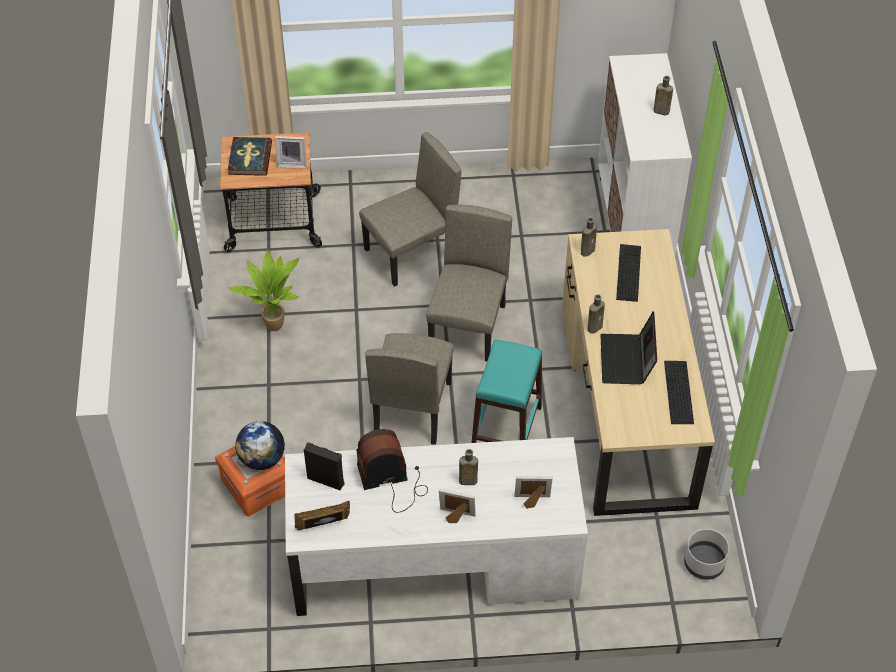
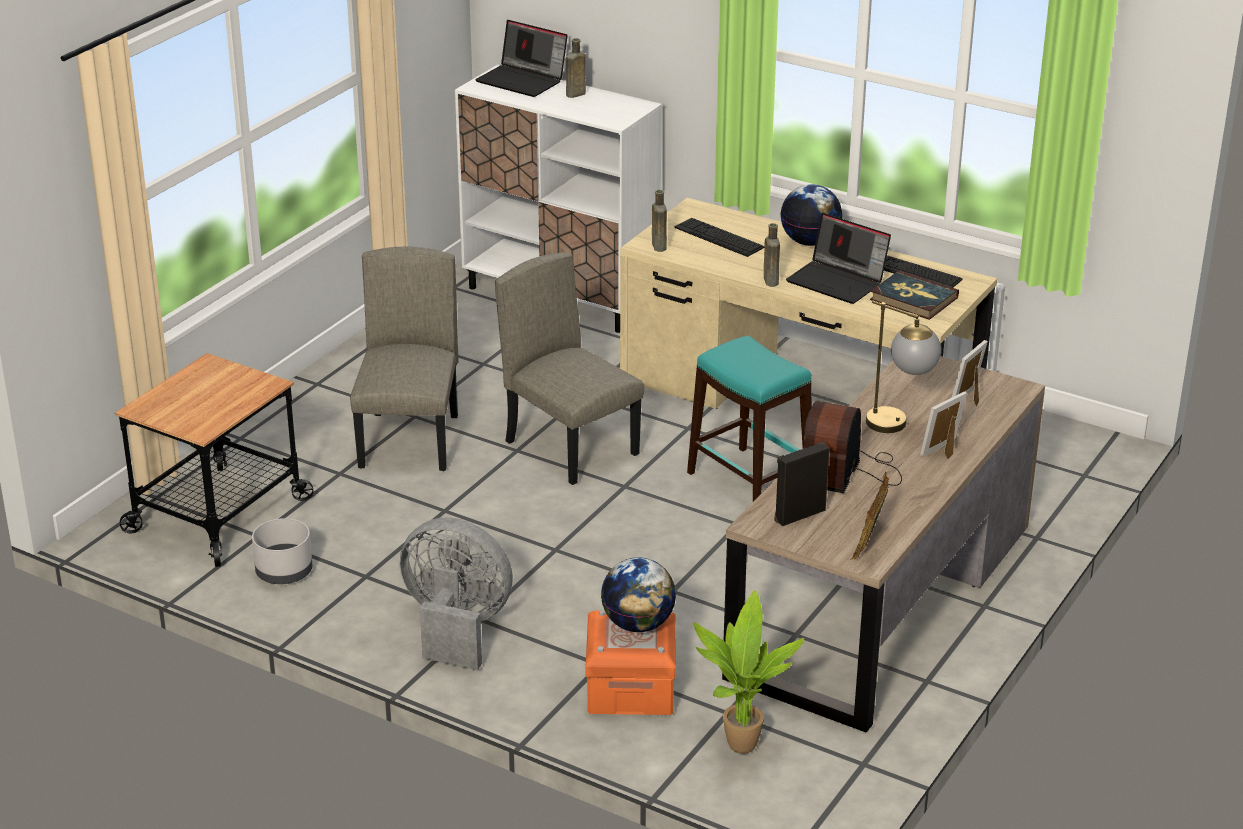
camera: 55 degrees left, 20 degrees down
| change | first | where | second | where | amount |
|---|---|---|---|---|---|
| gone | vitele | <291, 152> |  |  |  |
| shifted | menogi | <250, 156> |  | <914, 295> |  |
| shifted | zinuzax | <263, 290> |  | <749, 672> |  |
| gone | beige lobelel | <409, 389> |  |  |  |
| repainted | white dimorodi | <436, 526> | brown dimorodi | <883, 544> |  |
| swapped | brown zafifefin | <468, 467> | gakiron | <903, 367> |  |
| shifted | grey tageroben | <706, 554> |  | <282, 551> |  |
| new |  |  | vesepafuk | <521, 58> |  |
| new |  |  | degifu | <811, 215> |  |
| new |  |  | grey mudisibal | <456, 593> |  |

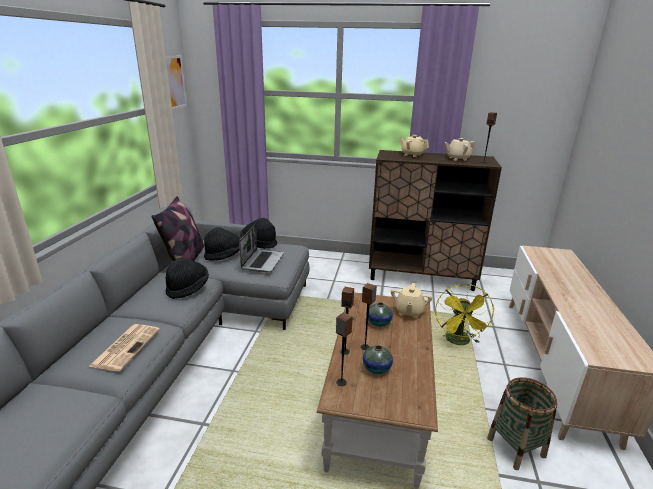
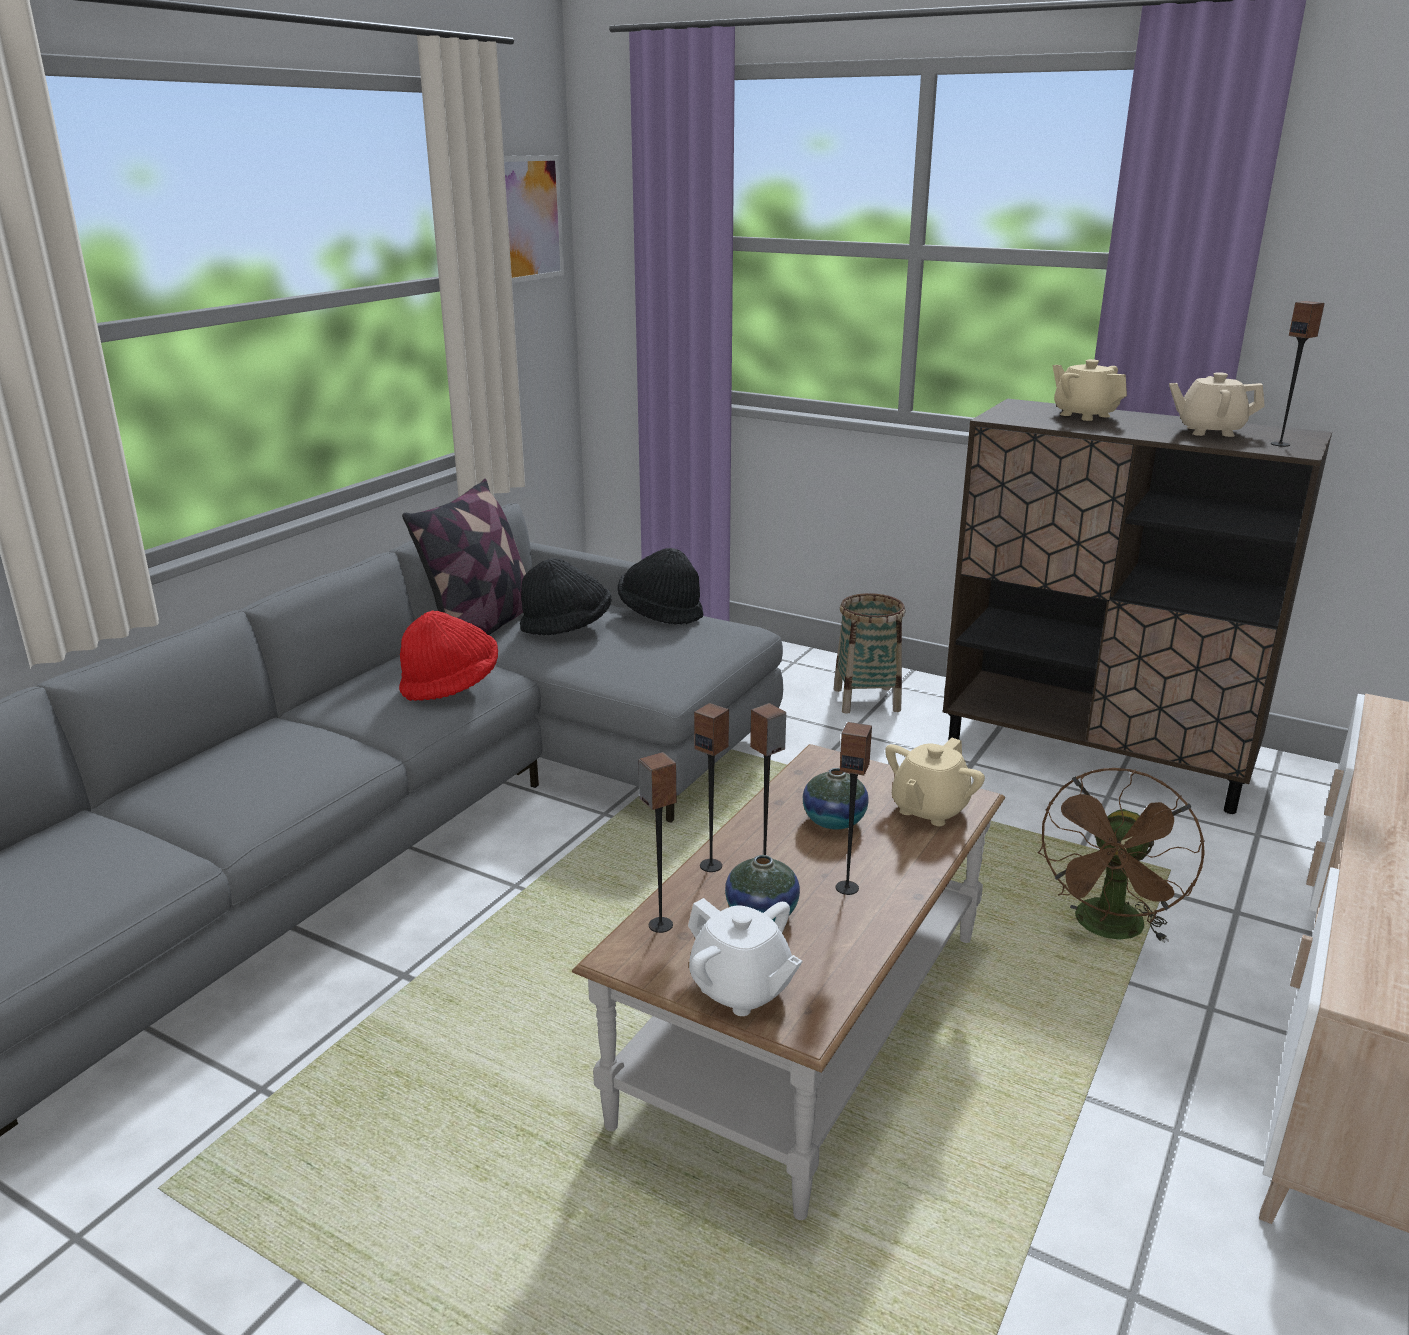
camera: 20 degrees right, 0 degrees up
| change | first | where | second | where | amount |
|---|---|---|---|---|---|
| gone | vesepafuk | <261, 248> |  |  |  |
| repainted | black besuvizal | <187, 278> | red besuvizal | <448, 655> |  |
| repainted | yellow mudisibal | <465, 314> | brown mudisibal | <1121, 855> |  |
| gone | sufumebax | <124, 347> |  |  |  |
| shifted | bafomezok | <522, 423> |  | <869, 653> |  |
| new |  |  | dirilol | <854, 808> |  |
| new |  |  | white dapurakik | <745, 957> |  |

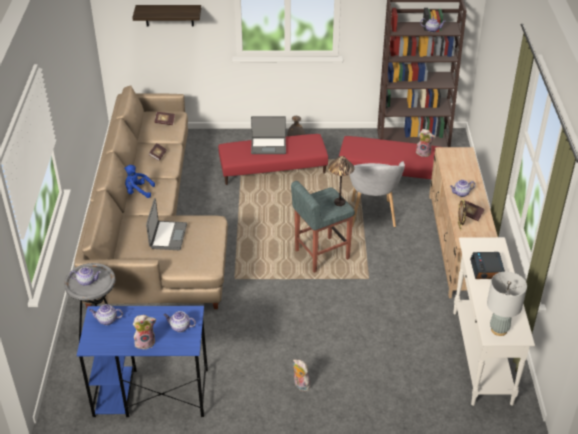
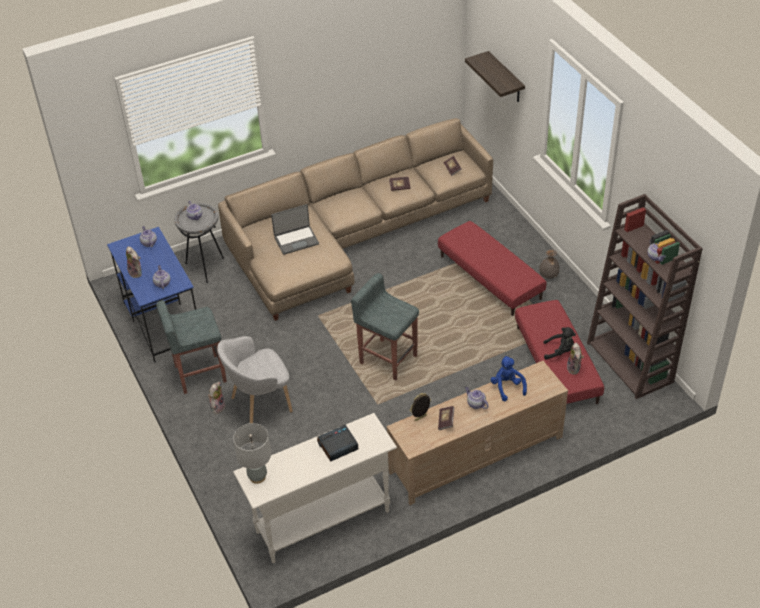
camera: 65 degrees right, 5 degrees up
| change | first | where | second | where | amount |
|---|---|---|---|---|---|
| gone | vesepafuk | <268, 135> |  |  |  |
| gone | gakiron | <341, 181> |  |  |  |
| shifted | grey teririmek | <377, 194> |  | <255, 379> |  |
| shifted | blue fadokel | <139, 181> |  | <508, 378> |  |
| new |  |  | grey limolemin | <191, 347> |  |
| new |  |  | black fadokel | <559, 343> |  |

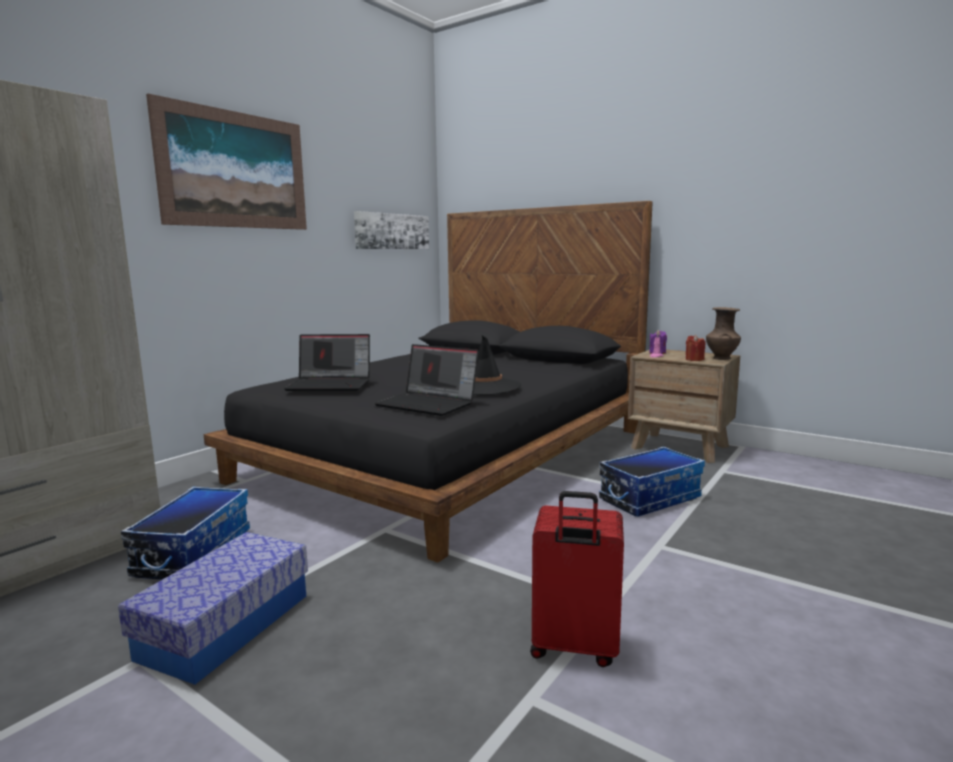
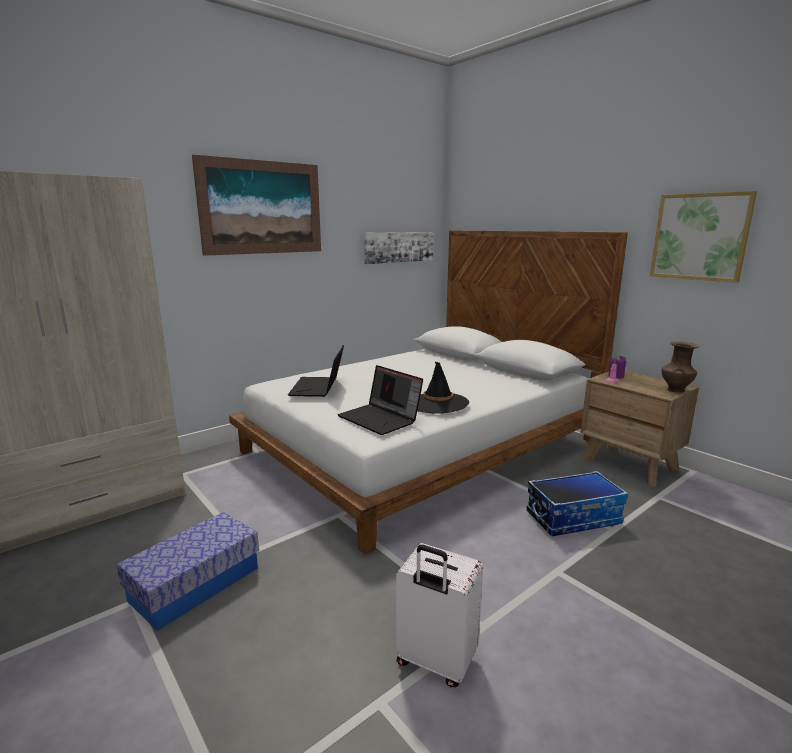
camera: 15 degrees right, 5 degrees up
| change | first | where | second | where | amount |
|---|---|---|---|---|---|
| repainted | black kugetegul | <428, 382> | white kugetegul | <428, 392> |  |
| rotated | vesepafuk | <327, 362> |  | <316, 371> | 75 degrees clockwise |
| gone | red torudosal | <695, 348> |  |  |  |
| gone | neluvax | <185, 533> |  |  |  |
| repainted | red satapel | <577, 579> | white satapel | <439, 615> |  |
| new |  |  | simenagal | <703, 237> |  |

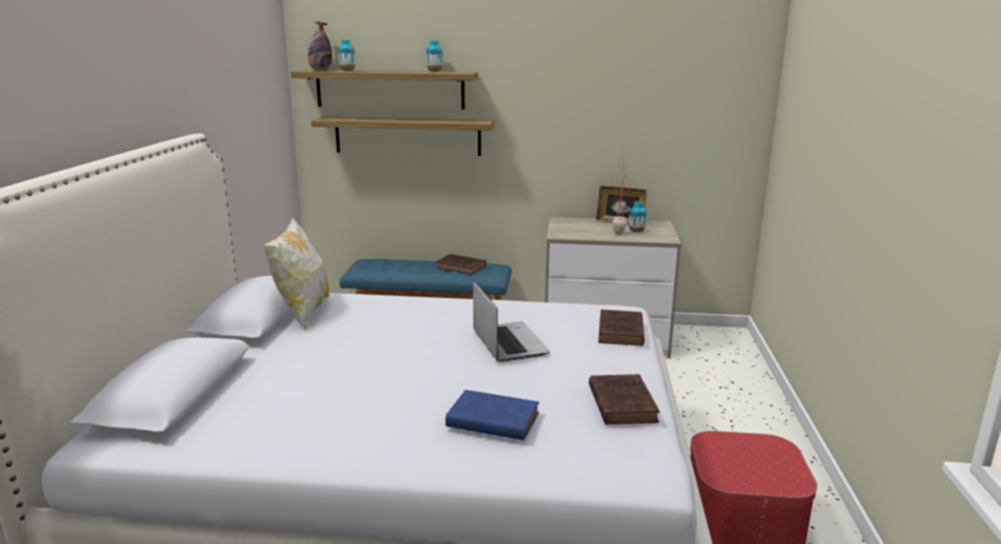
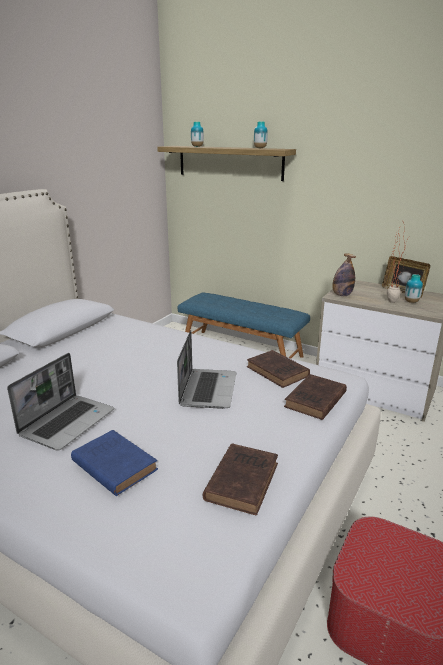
camera: 25 degrees right, 5 degrees up
| change | first | where | second | where | amount |
|---|---|---|---|---|---|
| shifted | zafifefin | <320, 46> |  | <344, 274> |  |
| gone | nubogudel | <402, 136> |  |  |  |
| gone | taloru | <296, 274> |  |  |  |
| shifted | brown menogi | <461, 264> |  | <278, 369> |  |
| new |  |  | vesepafuk | <60, 402> |  |

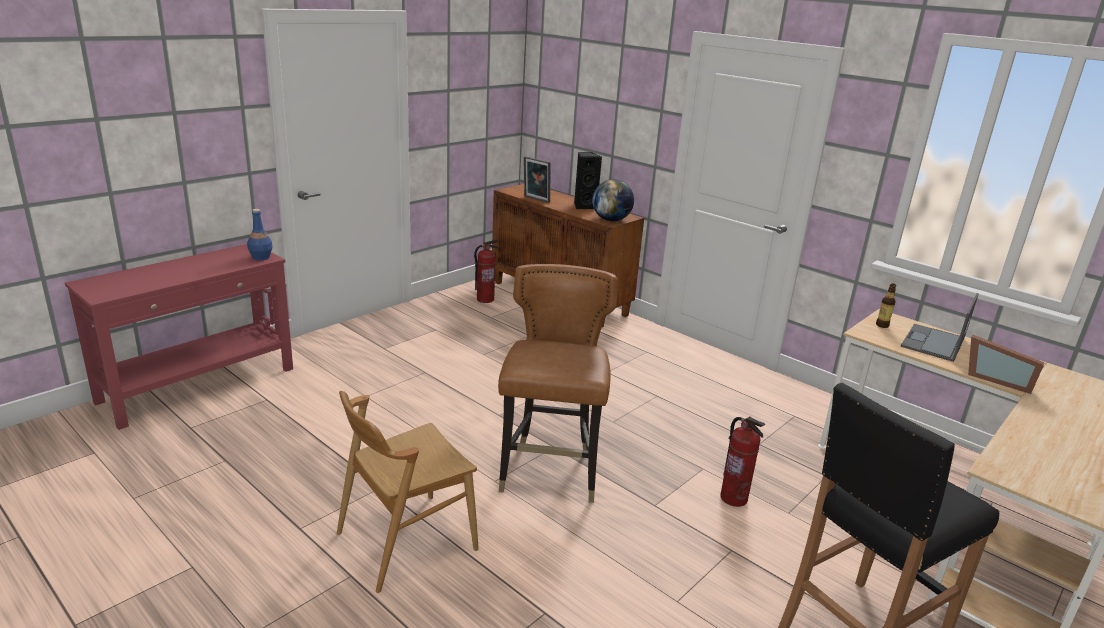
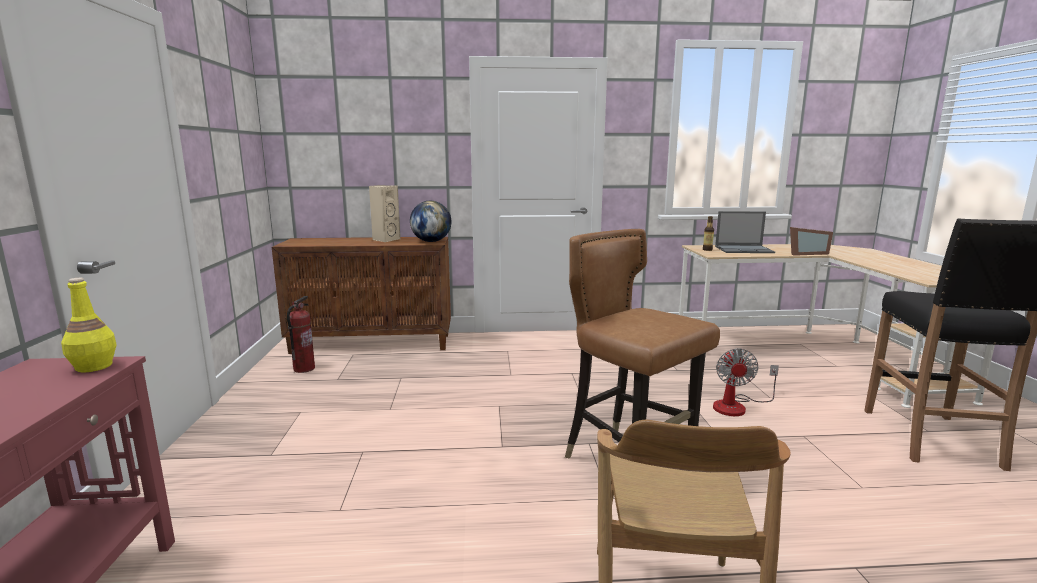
camera: 45 degrees left, 10 degrees down
| change | first | where | second | where | amount |
|---|---|---|---|---|---|
| repainted | black dirilol | <588, 180> | beige dirilol | <385, 213> |  |
| gone | vitele | <537, 179> |  |  |  |
| repainted | blue zafifefin | <260, 234> | yellow zafifefin | <88, 325> |  |
| rotated | vesepafuk | <940, 327> |  | <745, 232> | 75 degrees counterclockwise |
| swapped | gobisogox | <742, 461> | mudisibal | <746, 382> |  |

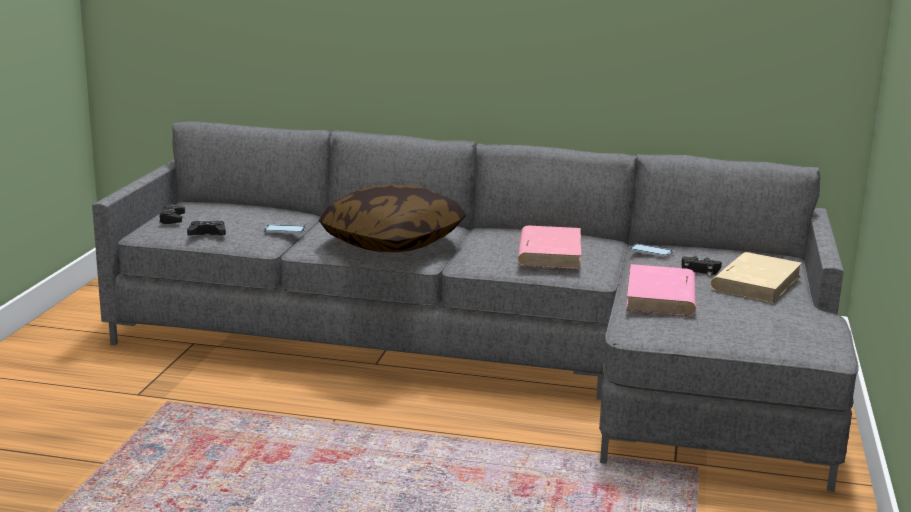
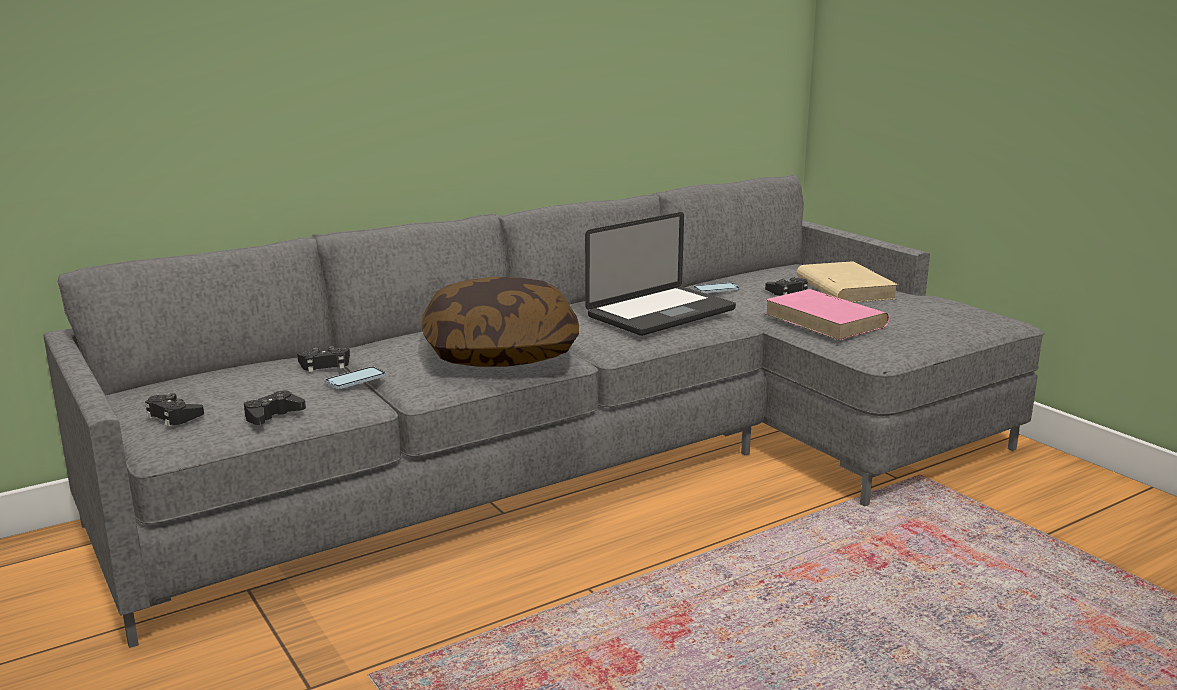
camera: 45 degrees left, 0 degrees up
| change | first | where | second | where | amount |
|---|---|---|---|---|---|
| swapped | pink menogi | <549, 247> | vesepafuk | <660, 274> |  |
| new |  |  | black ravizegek | <323, 359> |  |

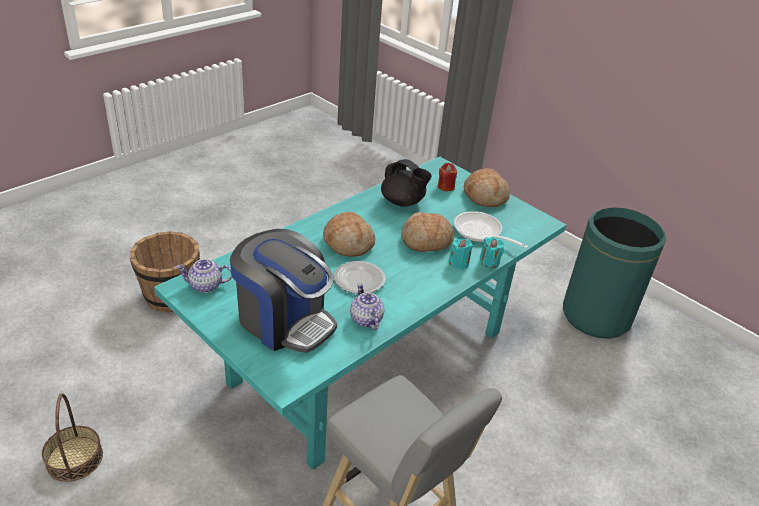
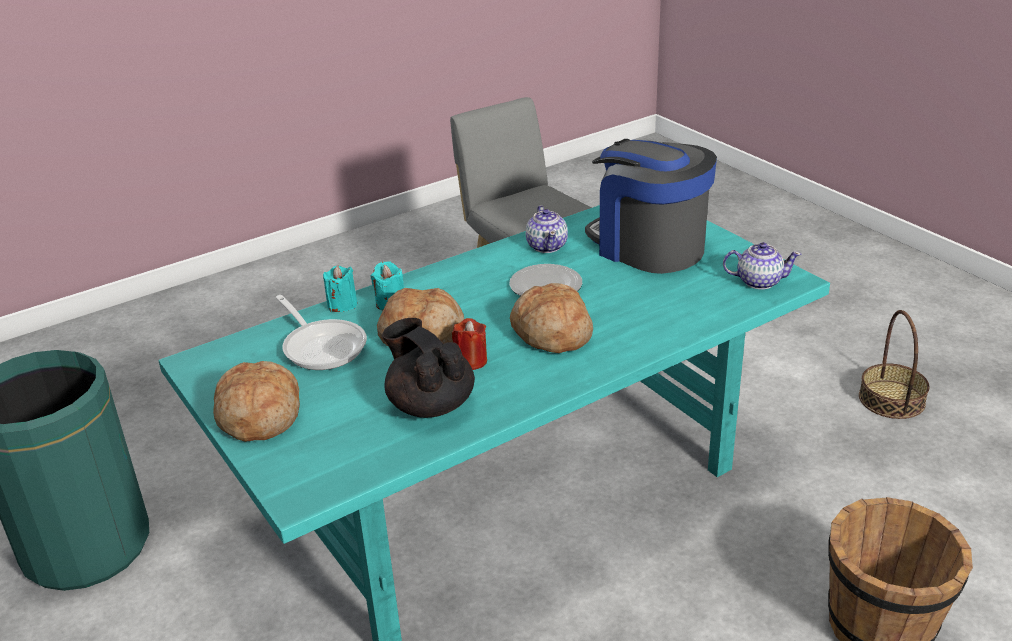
camera: 165 degrees left, 5 degrees down
| change | first | where | second | where | amount |
|---|---|---|---|---|---|
| shifted | red torudosal | <447, 177> |  | <469, 344> |  |

